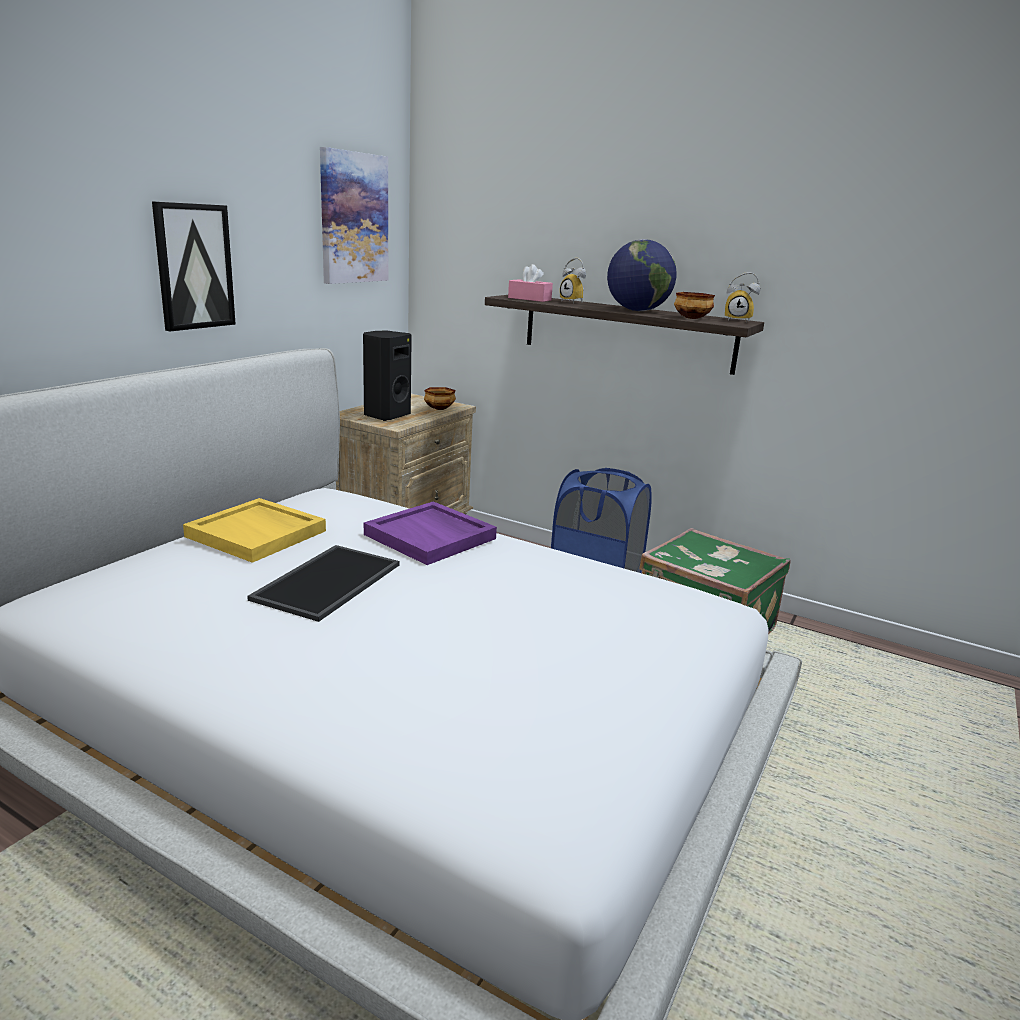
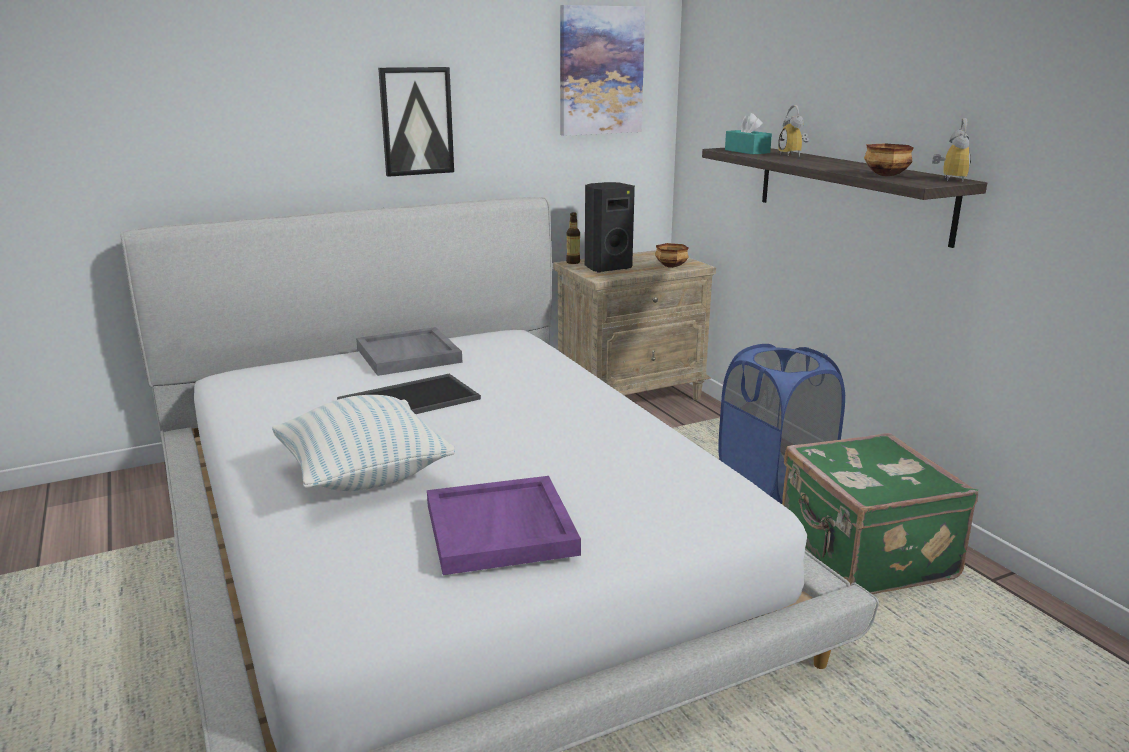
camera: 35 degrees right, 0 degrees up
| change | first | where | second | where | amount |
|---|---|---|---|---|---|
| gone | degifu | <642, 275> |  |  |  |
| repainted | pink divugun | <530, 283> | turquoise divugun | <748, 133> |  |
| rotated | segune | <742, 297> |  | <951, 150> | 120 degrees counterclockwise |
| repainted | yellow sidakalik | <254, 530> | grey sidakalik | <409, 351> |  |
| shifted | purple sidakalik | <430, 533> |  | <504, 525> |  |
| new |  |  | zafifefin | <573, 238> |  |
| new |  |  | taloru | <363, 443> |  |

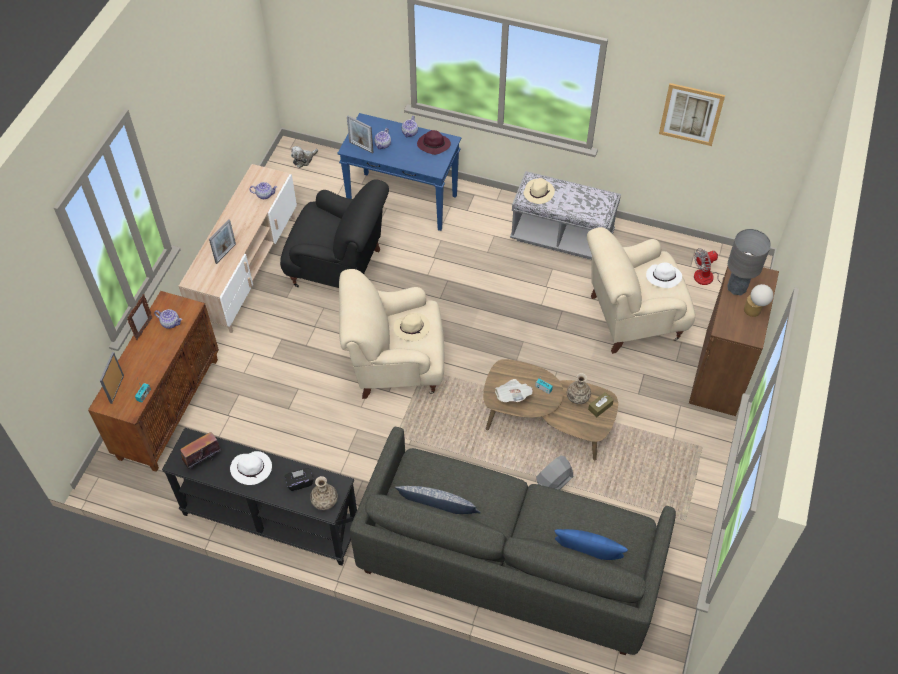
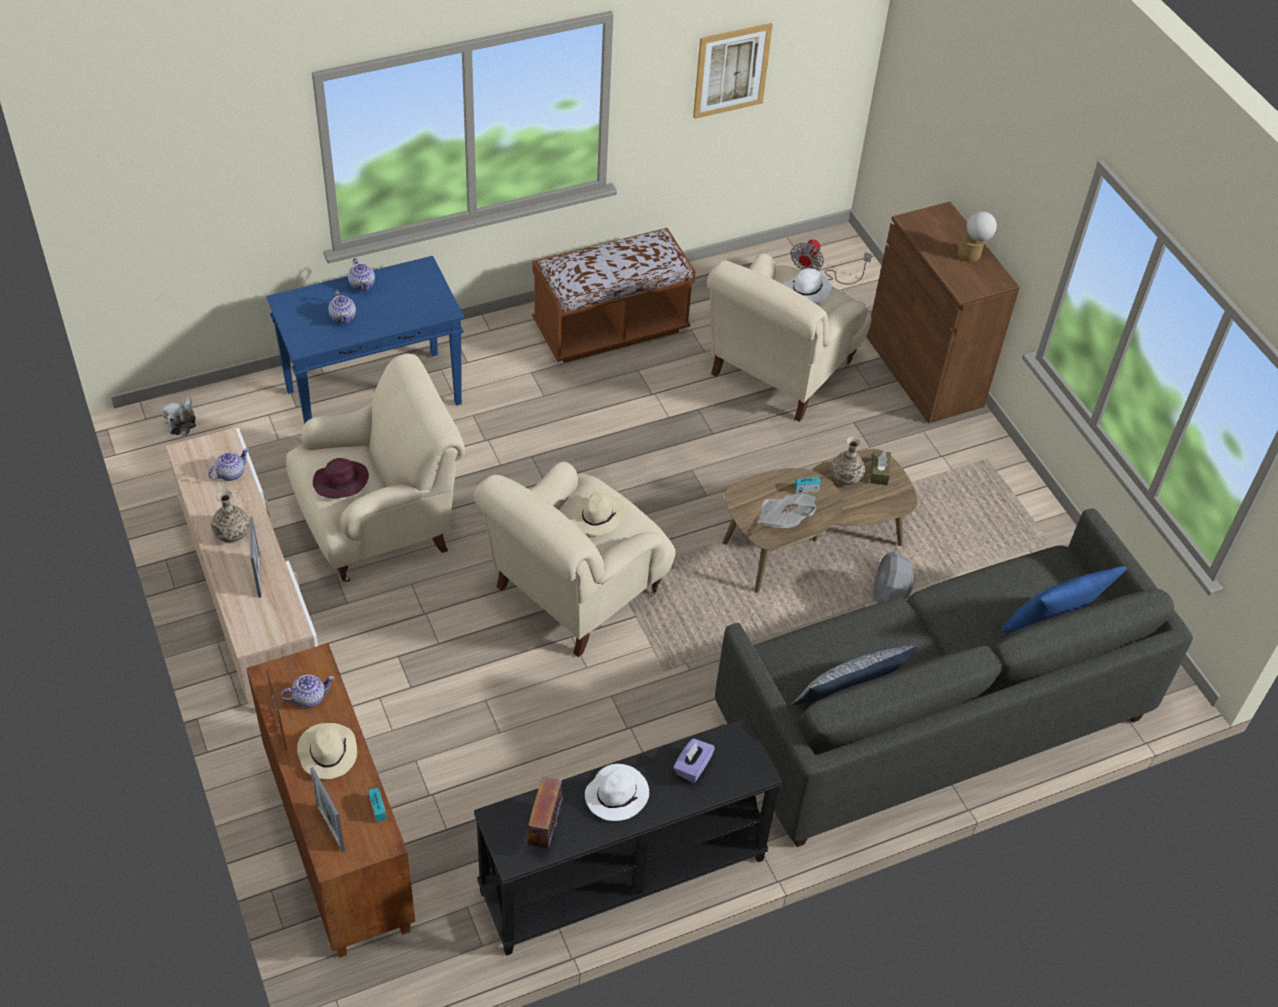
camera: 45 degrees left, 5 degrees down
| change | first | where | second | where | amount |
|---|---|---|---|---|---|
| gone | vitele | <360, 134> |  |  |  |
| shifted | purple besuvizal | <434, 142> |  | <341, 478> |  |
| repainted | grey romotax | <565, 215> | brown romotax | <614, 295> |  |
| shifted | beige besuvizal | <539, 191> |  | <327, 751> |  |
| repainted | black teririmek | <334, 233> | beige teririmek | <375, 468> |  |
| gone | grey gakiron | <749, 262> |  |  |  |
| repainted | black divugun | <299, 479> | purple divugun | <694, 760> |  |
| shifted | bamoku | <324, 493> |  | <230, 516> |  |

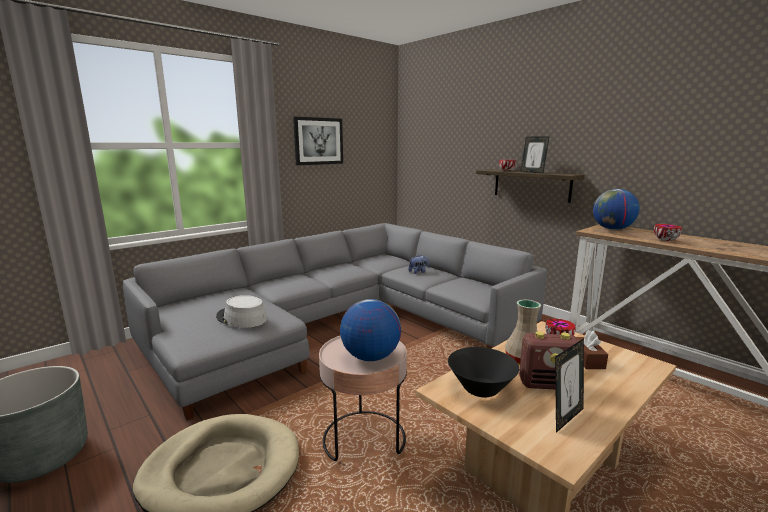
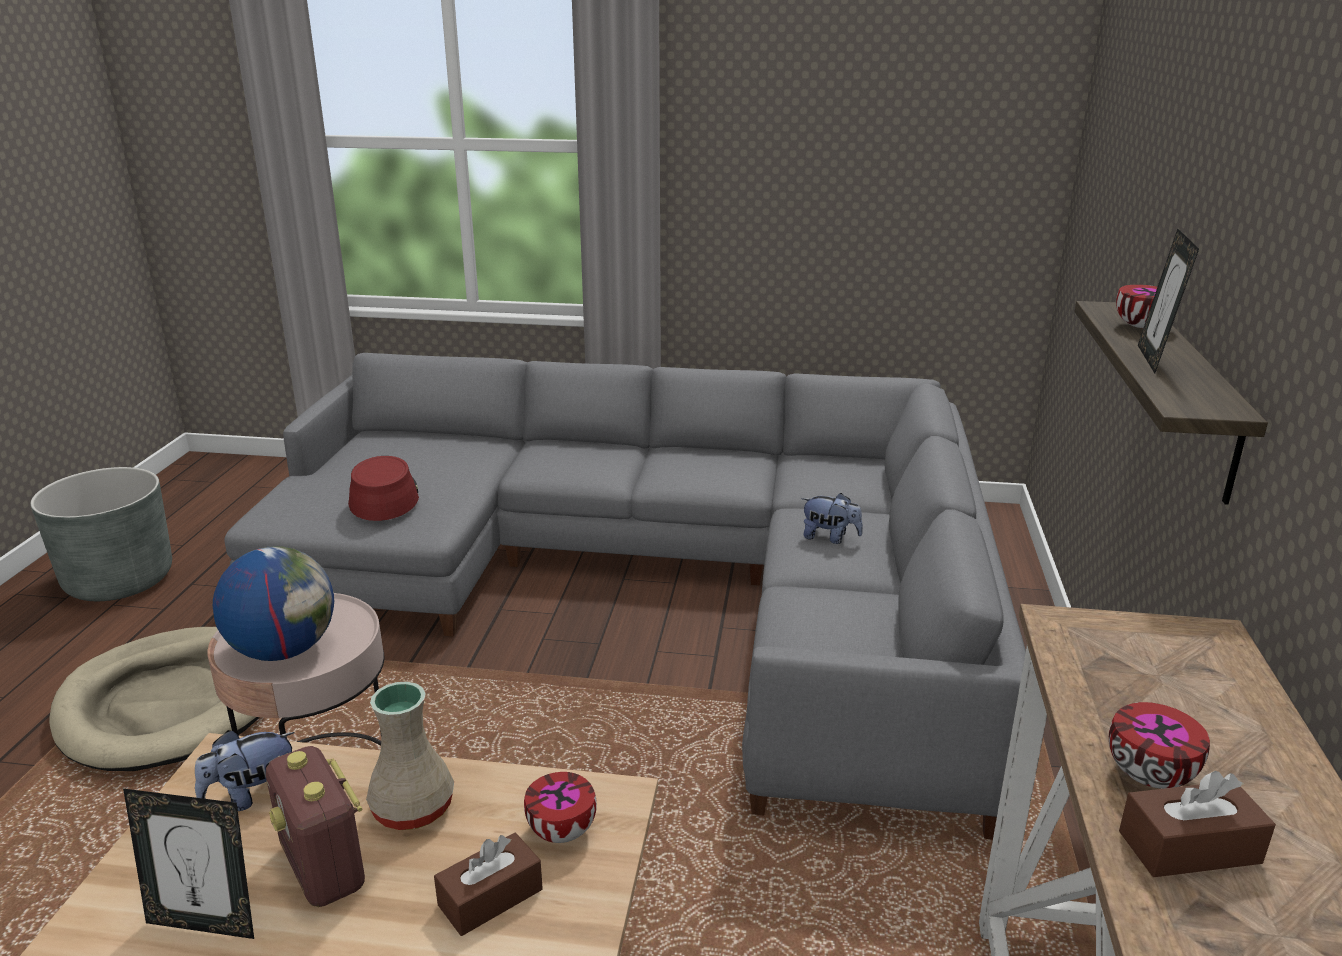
camera: 50 degrees right, 10 degrees up
| change | first | where | second | where | amount |
|---|---|---|---|---|---|
| gone | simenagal | <318, 141> |  |  |  |
| gone | degifu | <616, 209> |  |  |  |
| repainted | grey besuvizal | <241, 311> | red besuvizal | <383, 488> |  |
| swapped | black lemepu | <483, 372> | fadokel | <245, 770> |  |
| new |  |  | brown divugun | <1197, 824> |  |

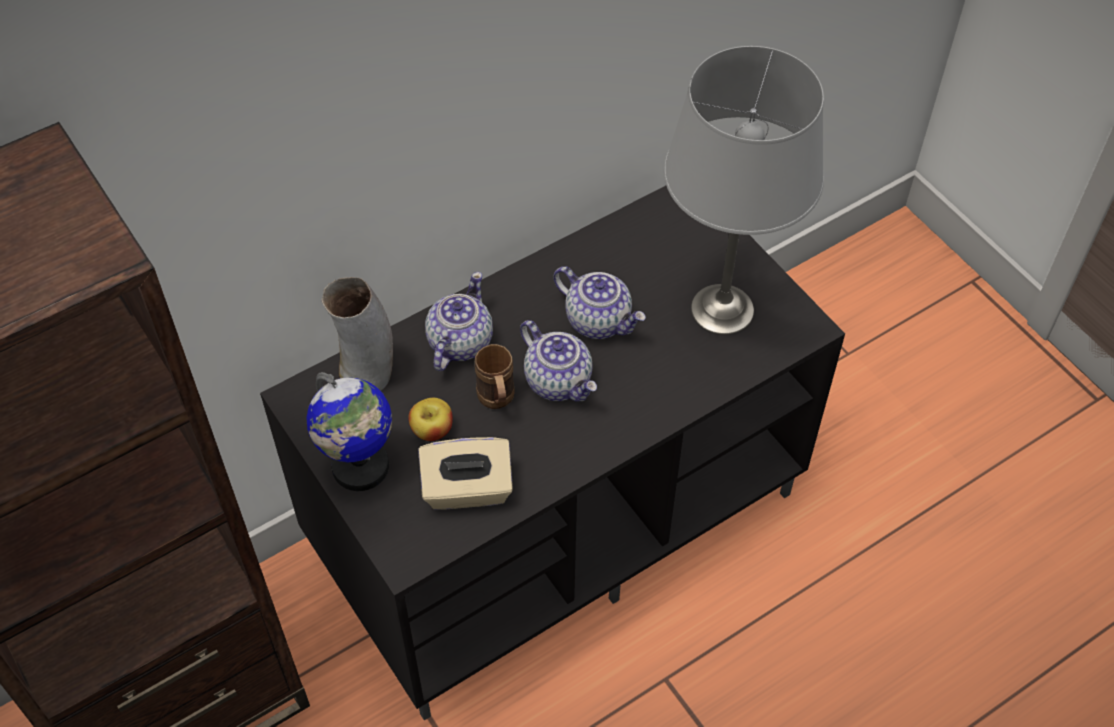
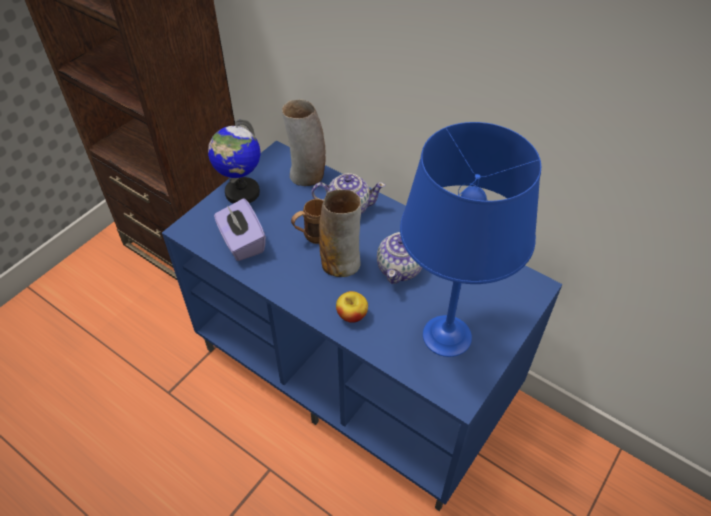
camera: 70 degrees right, 5 degrees down
| change | first | where | second | where | amount |
|---|---|---|---|---|---|
| repainted | grey gakiron | <744, 190> | blue gakiron | <470, 239> |  |
| repainted | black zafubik | <552, 453> | blue zafubik | <362, 326> |  |
| swapped | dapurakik | <558, 360> | bamoku | <340, 233> |  |
| shifted | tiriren | <430, 419> |  | <352, 307> |  |
| repainted | beige divugun | <465, 473> | purple divugun | <240, 229> |  |

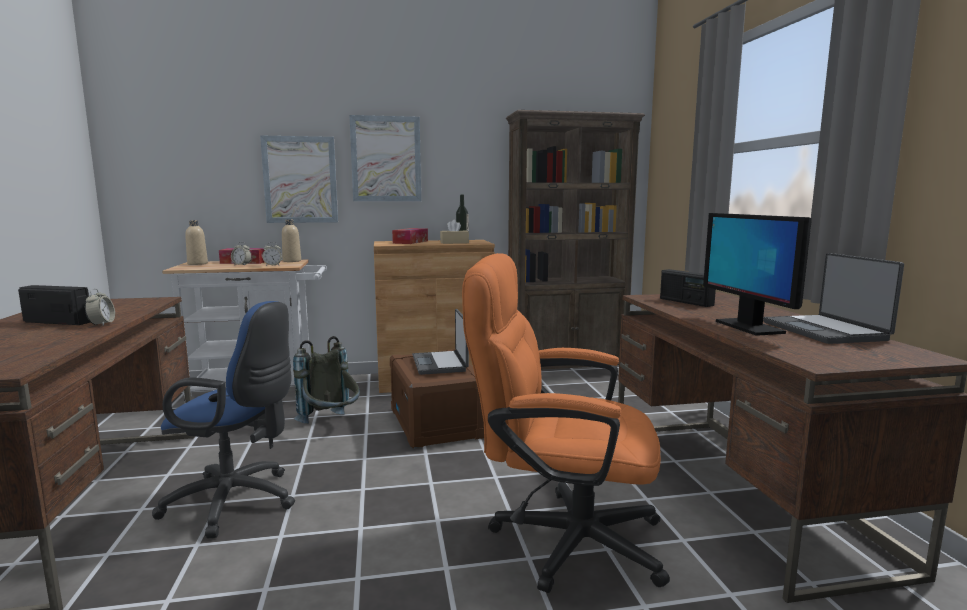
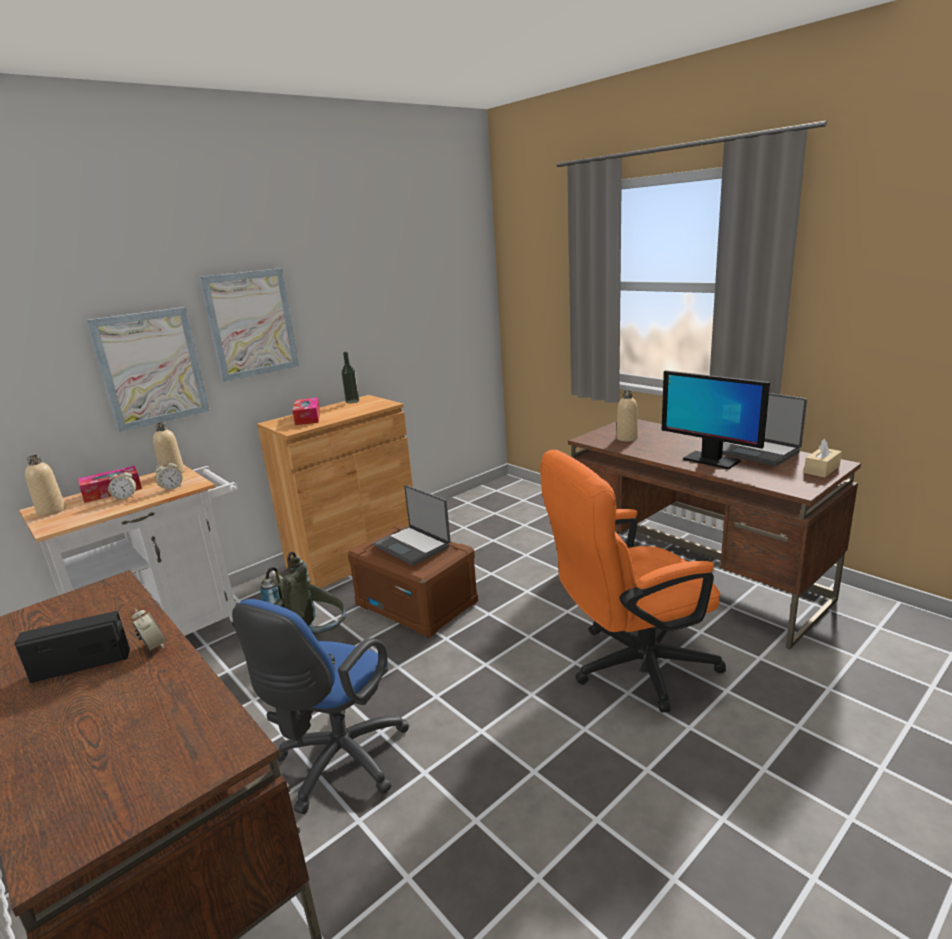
camera: 30 degrees left, 10 degrees up
| change | first | where | second | where | amount |
|---|---|---|---|---|---|
| gone | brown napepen | <575, 240> |  |  |  |
| shifted | beige divugun | <454, 232> |  | <823, 458> |  |
| swapped | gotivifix | <688, 288> | beige zafifefin | <627, 416> |  |
| rotated | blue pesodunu | <223, 419> |  | <321, 706> | 135 degrees clockwise |

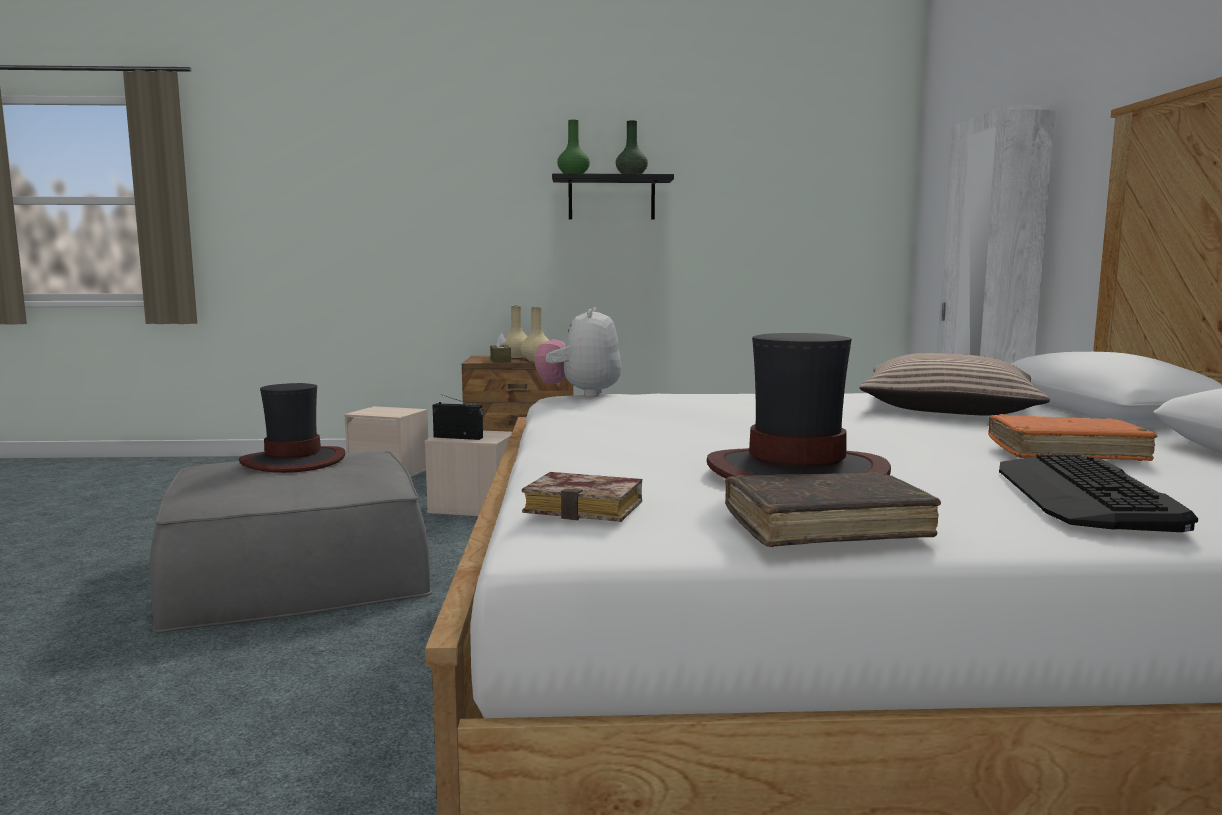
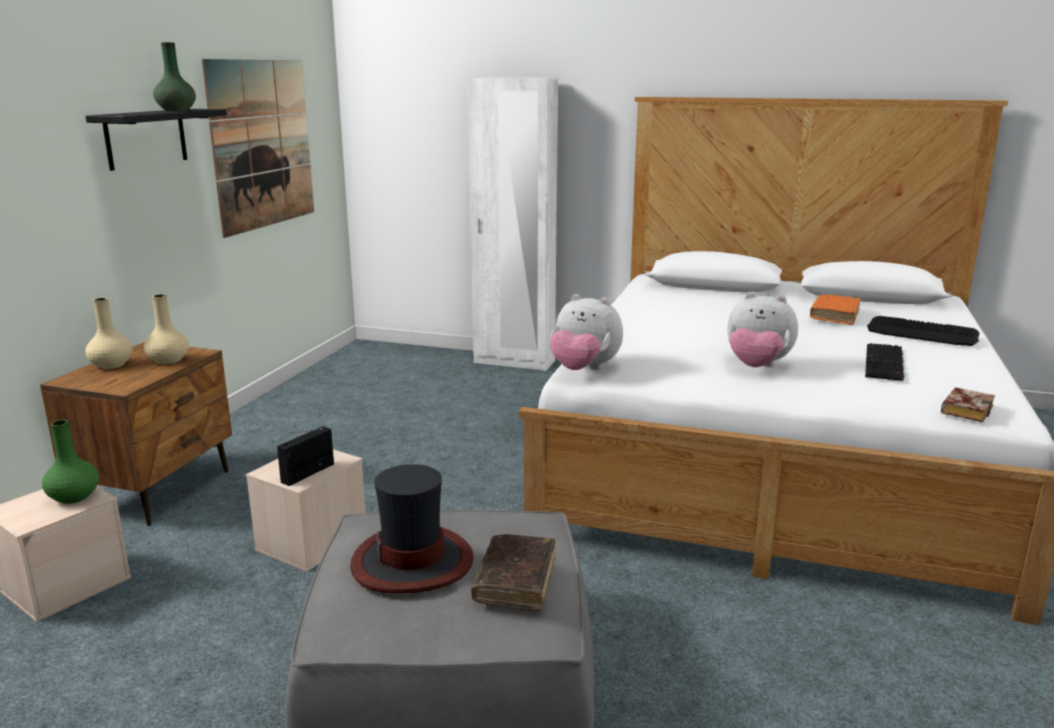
camera: 70 degrees left, 10 degrees up
| change | first | where | second | where | amount |
|---|---|---|---|---|---|
| shifted | green bamoku | <573, 146> |  | <70, 462> |  |
| gone | brown divugun | <500, 348> |  |  |  |
| swapped | besuvizal | <799, 406> | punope | <885, 362> |  |
| gone | taloru | <955, 384> |  |  |  |
| shifted | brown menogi | <833, 509> |  | <513, 572> |  |
| new |  |  | simenagal | <258, 148> |  |
| new |  |  | fadokel | <762, 329> |  |

